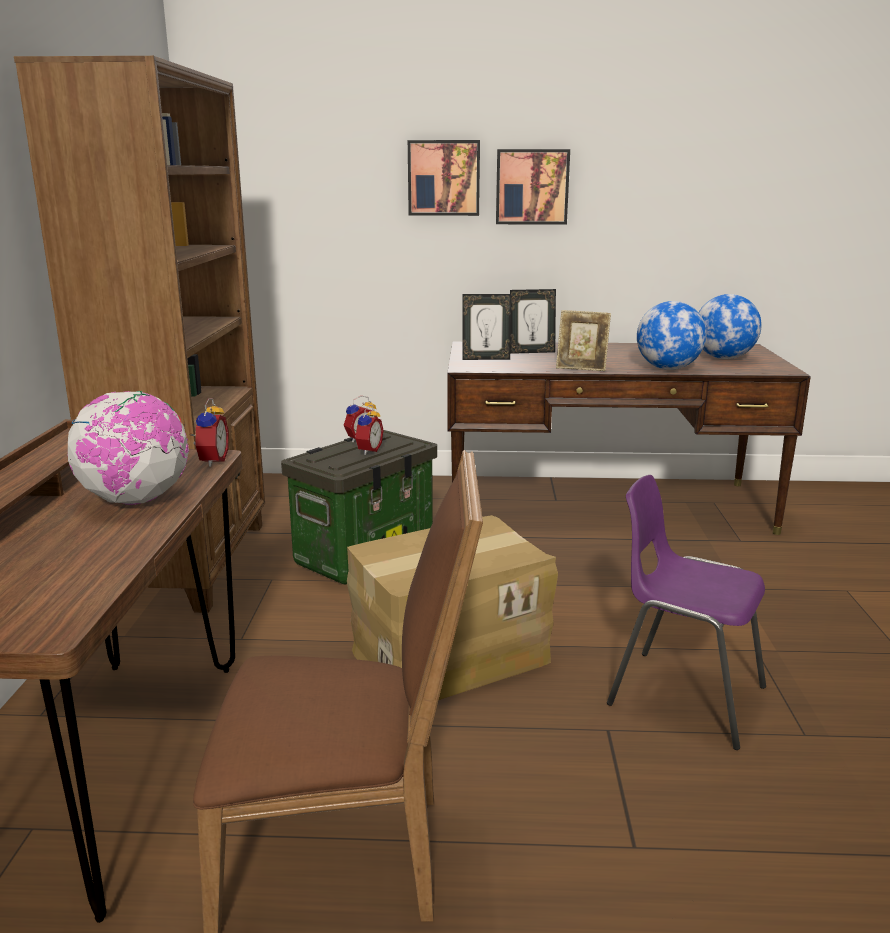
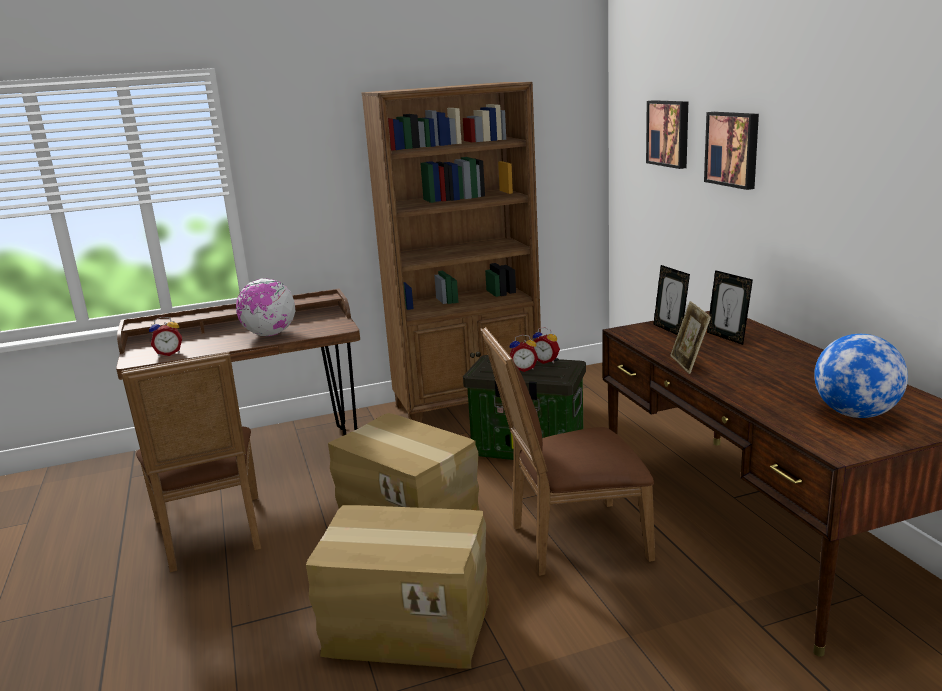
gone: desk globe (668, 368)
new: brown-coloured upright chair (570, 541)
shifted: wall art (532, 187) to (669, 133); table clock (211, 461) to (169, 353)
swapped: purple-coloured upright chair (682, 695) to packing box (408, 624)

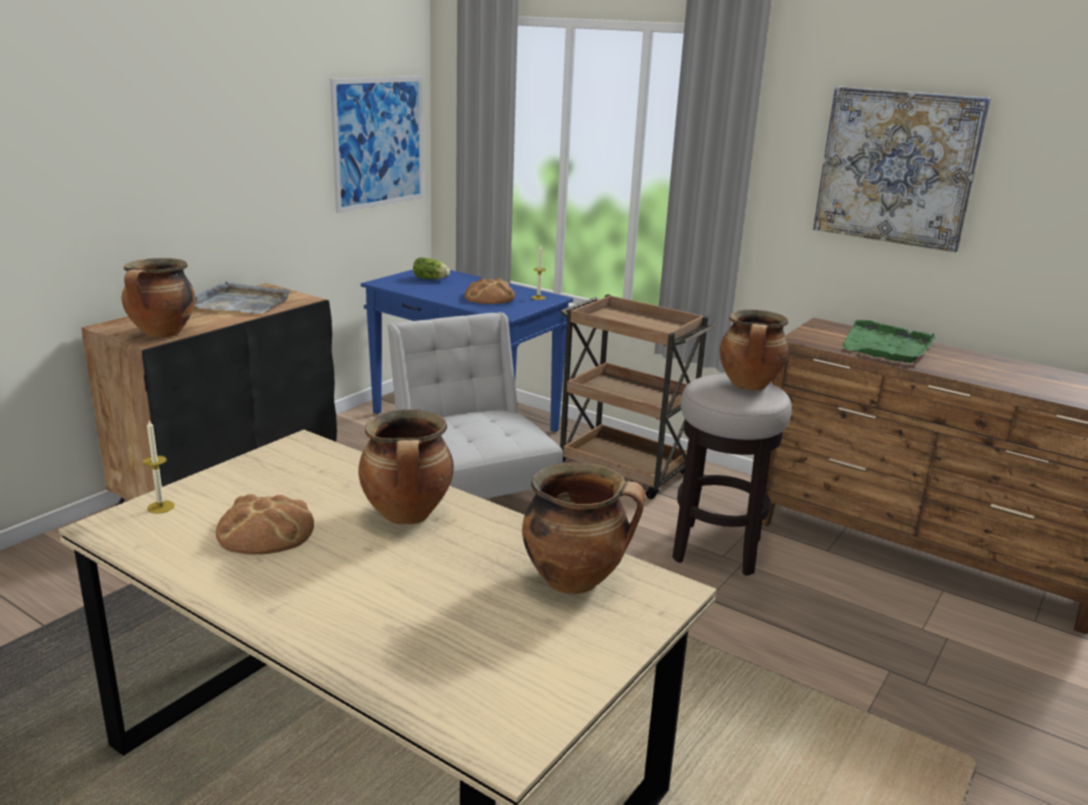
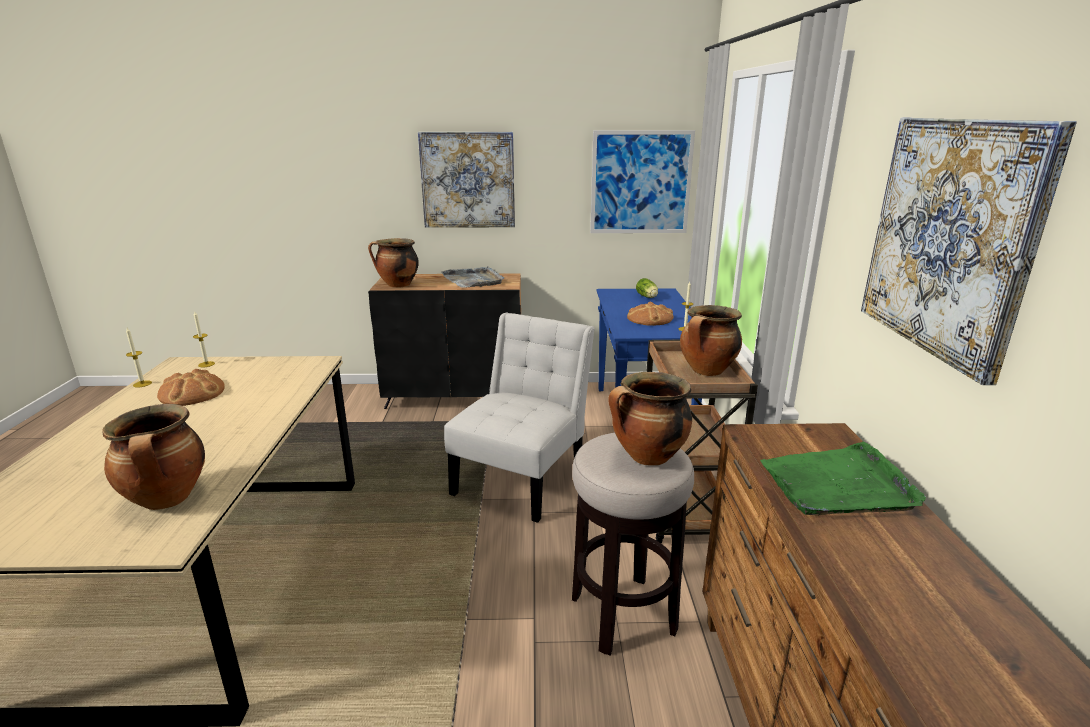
new: wall art (468, 180); wax candle (142, 384)
shifted: cooking pot (408, 516) to (707, 371)

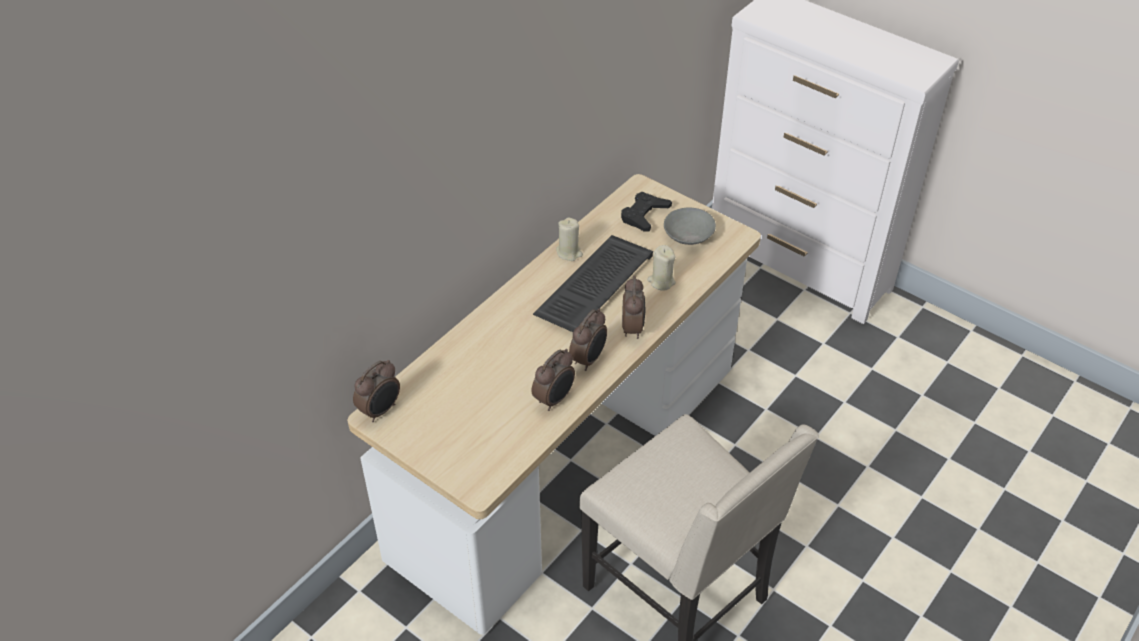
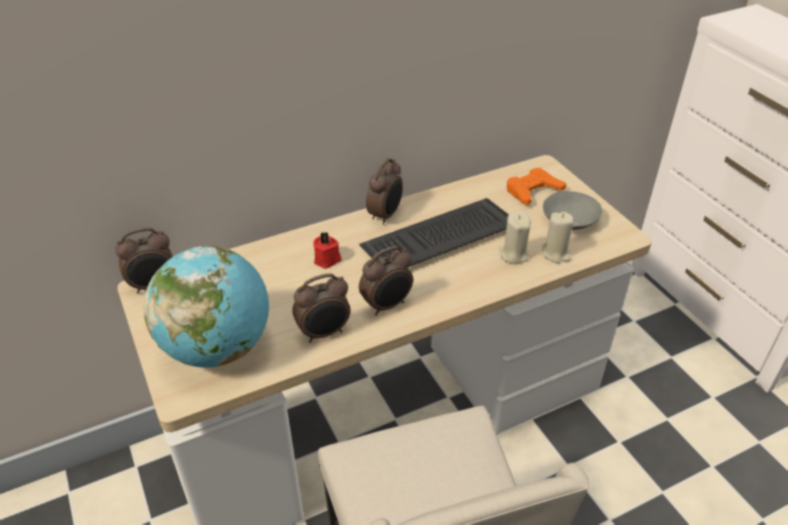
new: reddish wax candle (328, 260); desk globe (218, 348)
shifted: sand-coloured wax candle (569, 252) to (556, 253); table clock (633, 328) to (386, 215)
repainted: blackish joypad (644, 215) to orange-coloured joypad (533, 191)

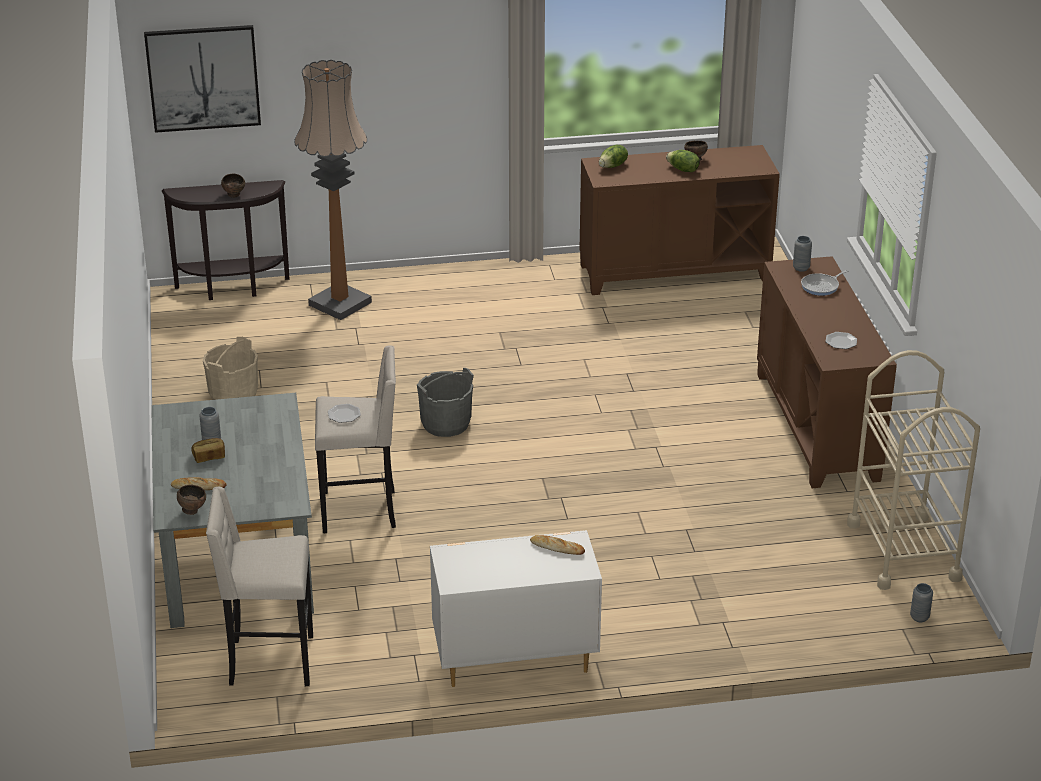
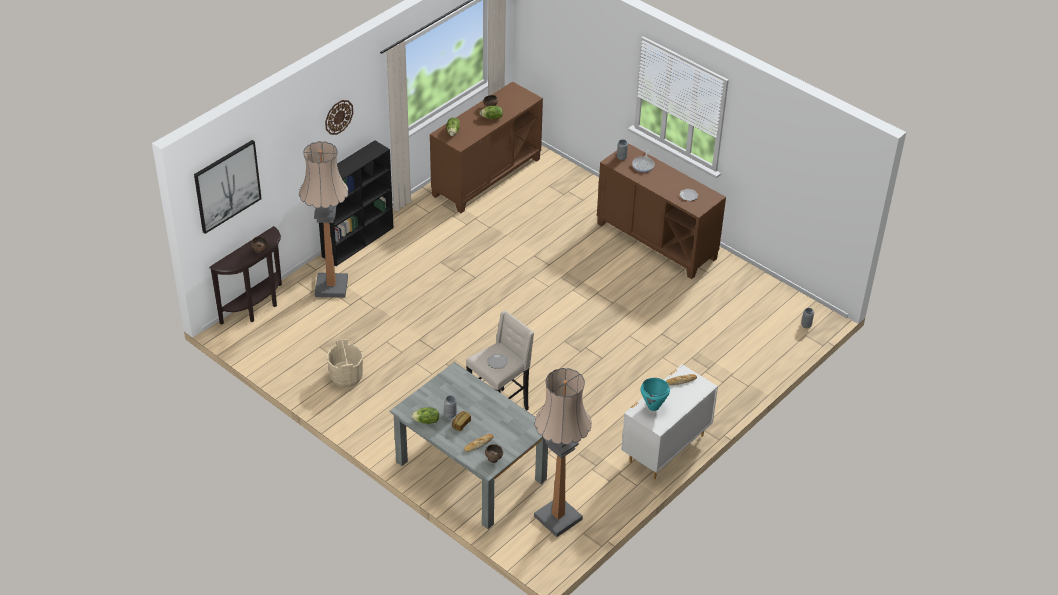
gone: sand-coloured trolley (903, 551); gray bucket (446, 424)
new: wall clock (338, 117); blackish bookcase (358, 241); turquoise-coloured cooking pot (653, 407); lettuce (426, 421)
swapped: sand-coloured sitting stool (269, 662) to standing lamp (558, 518)

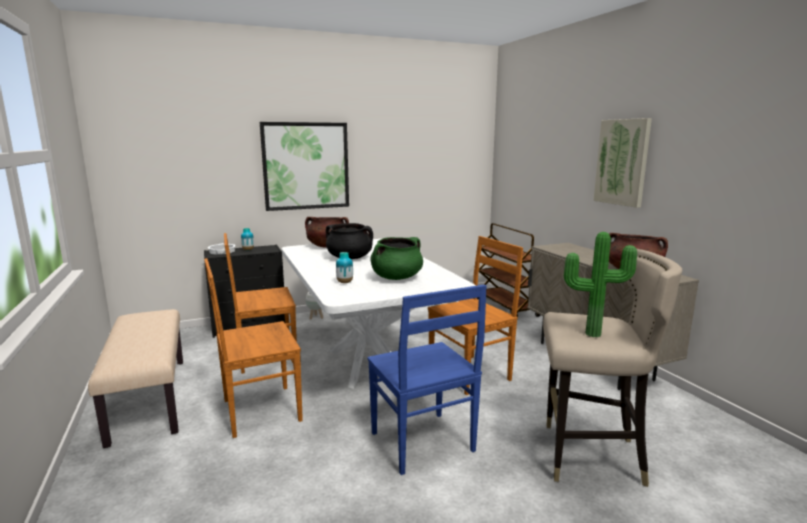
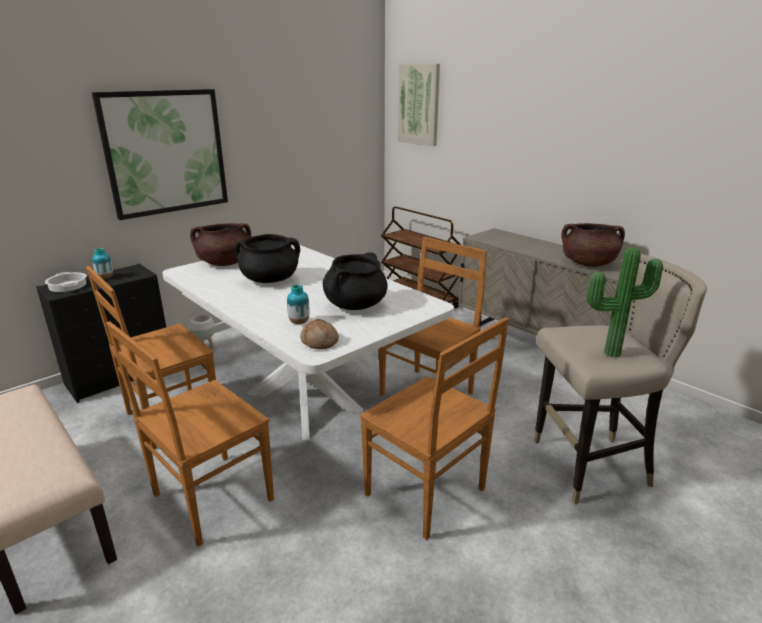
new: baked bread (320, 341)
shifted: wall art (622, 162) to (419, 104)
repainted: green cooking pot (397, 277) to blackish cooking pot (355, 305); bluish upright chair (423, 443) to brown-coloured upright chair (427, 494)

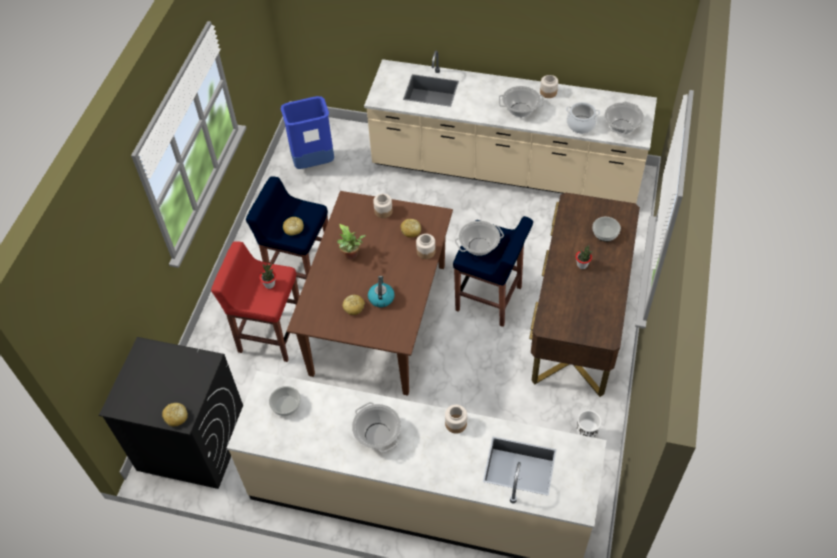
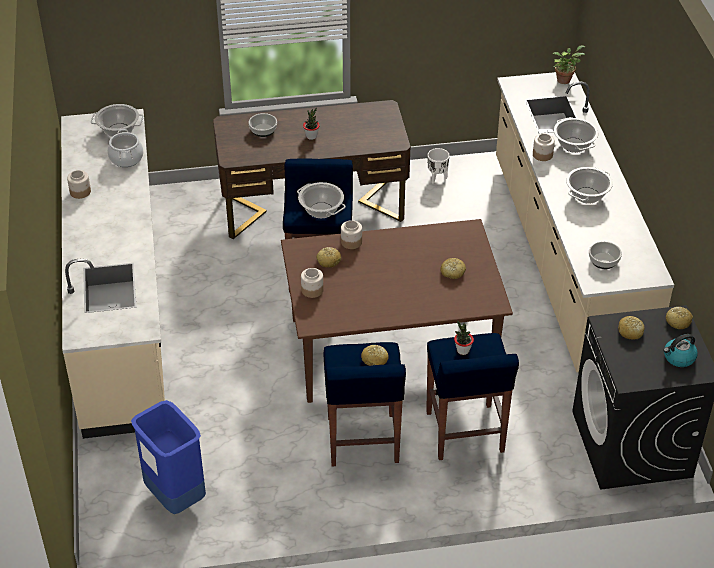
new: baked bread (630, 332)
shifted: cooking pot (520, 110) to (574, 145); potted plant (351, 255) to (564, 79); kettle (381, 298) to (678, 358)
repainted: reddish sitting stool (270, 334) to bluish sitting stool (464, 433)

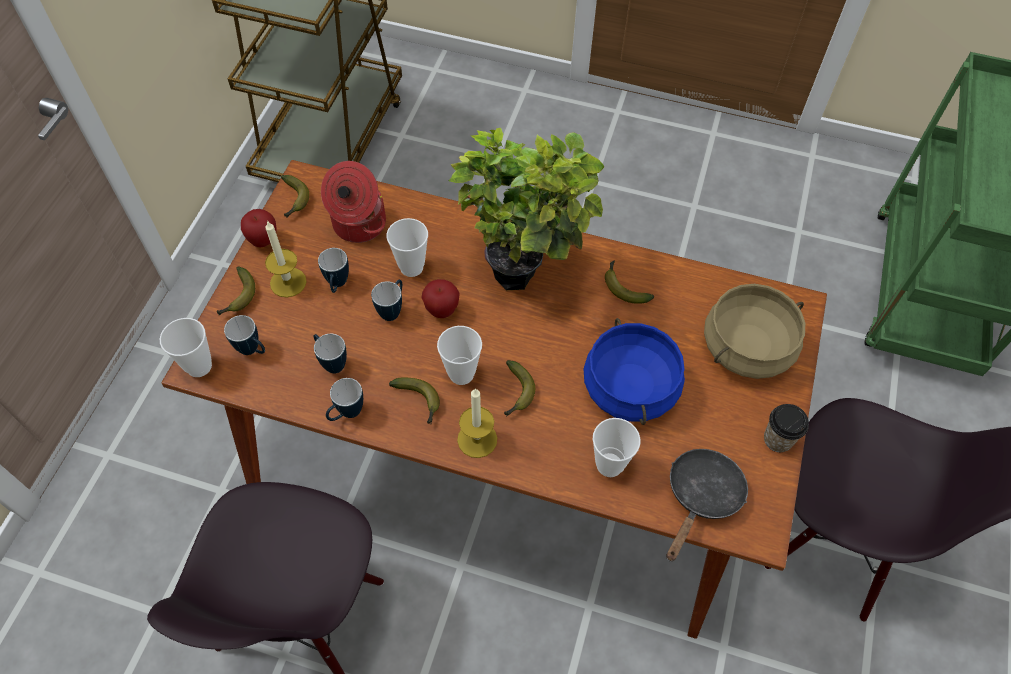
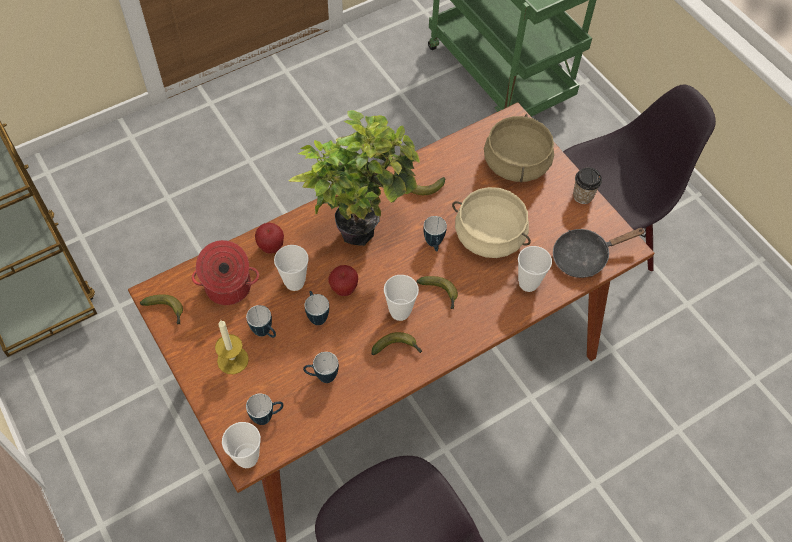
gone: banana fruit (238, 297); wax candle (477, 439)
shifted: apple fruit (263, 240) to (271, 247); mug (346, 414) to (434, 245)
repainted: bluish cooking pot (629, 387) to sand-coloured cooking pot (489, 236)
rotated: blackish frying pan (701, 497) = (585, 256) 90 degrees counterclockwise

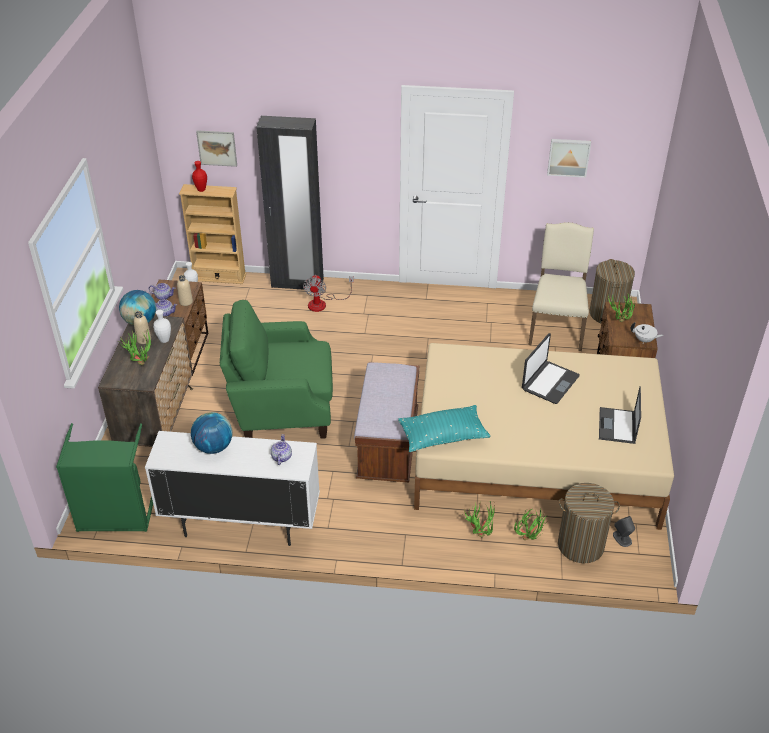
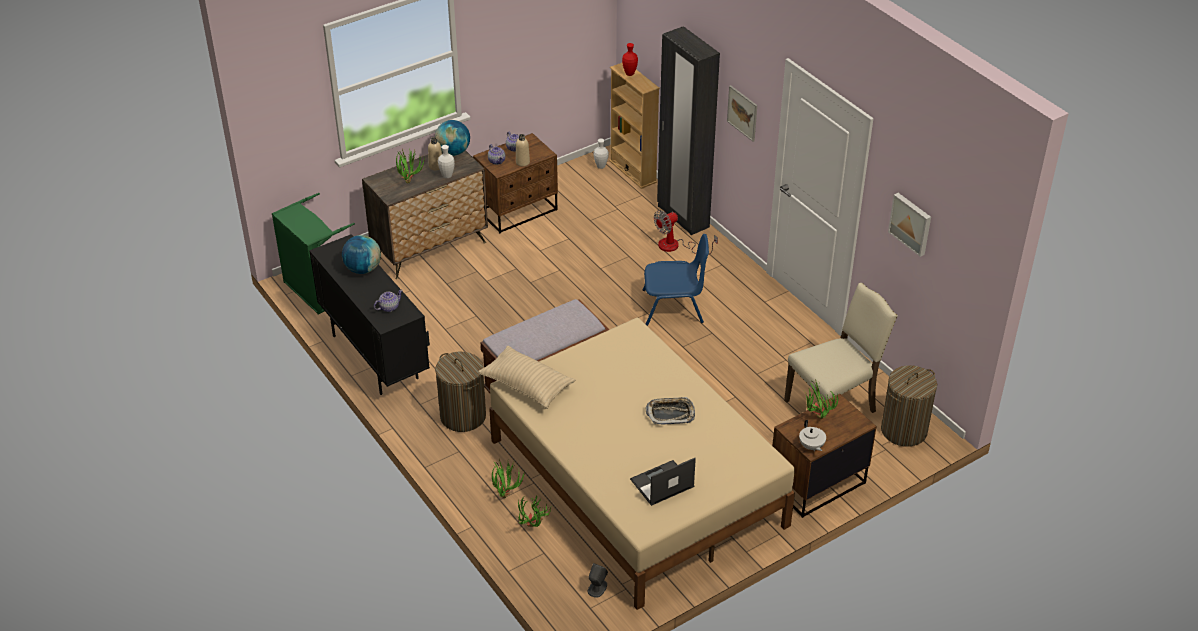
gone: green lounge chair (282, 408)
new: bluish upright chair (674, 307)
shifted: wall art (217, 148) to (742, 113); washing basket (580, 545) to (463, 416)
swapped: laptop (549, 382) to tray (670, 413)
repainted: turquoise-coloured cushion (443, 436) to sand-coloured cushion (527, 386); whitish storage cabinet (241, 524) to blackish storage cabinet (374, 357)

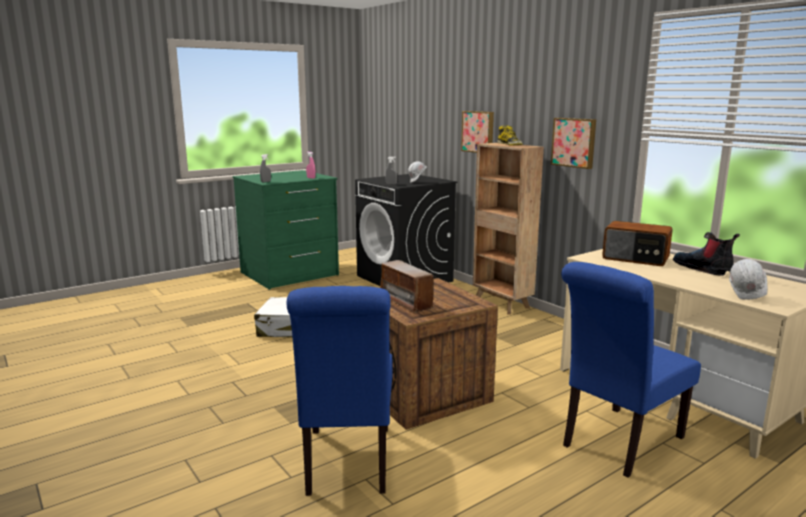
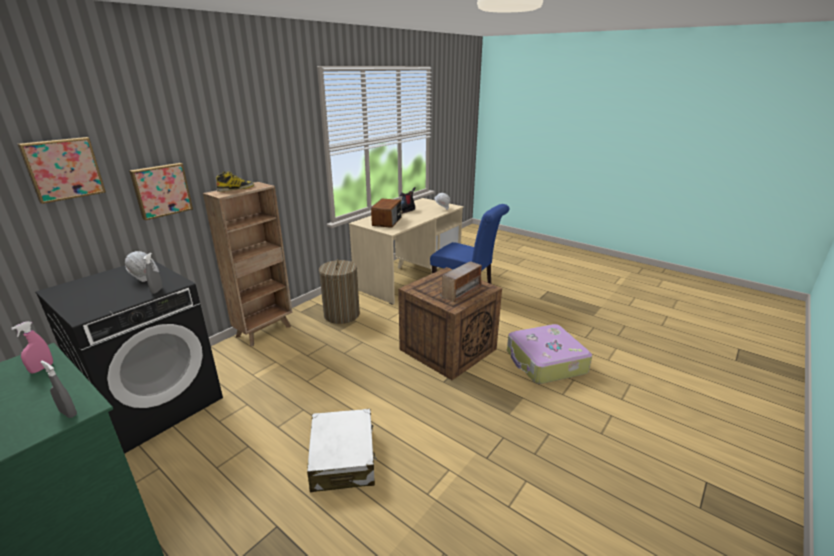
new: washing basket (342, 314)
shifted: wall art (574, 142) to (63, 169)
swapped: bluish upright chair (347, 464) to piece of luggage (545, 362)

